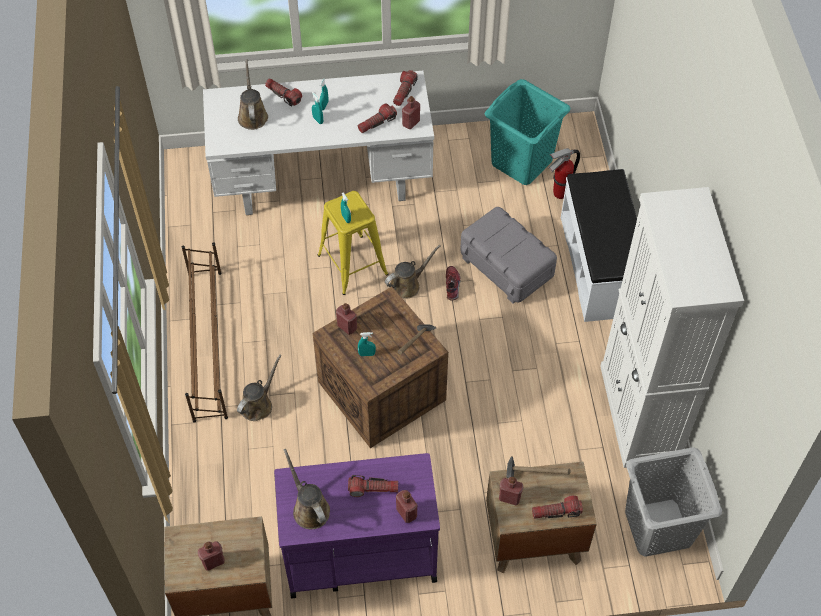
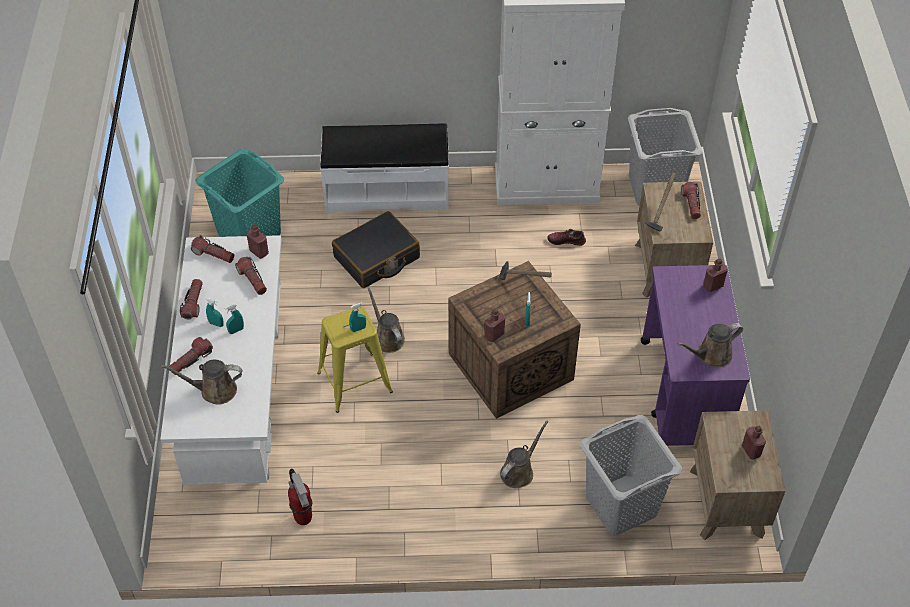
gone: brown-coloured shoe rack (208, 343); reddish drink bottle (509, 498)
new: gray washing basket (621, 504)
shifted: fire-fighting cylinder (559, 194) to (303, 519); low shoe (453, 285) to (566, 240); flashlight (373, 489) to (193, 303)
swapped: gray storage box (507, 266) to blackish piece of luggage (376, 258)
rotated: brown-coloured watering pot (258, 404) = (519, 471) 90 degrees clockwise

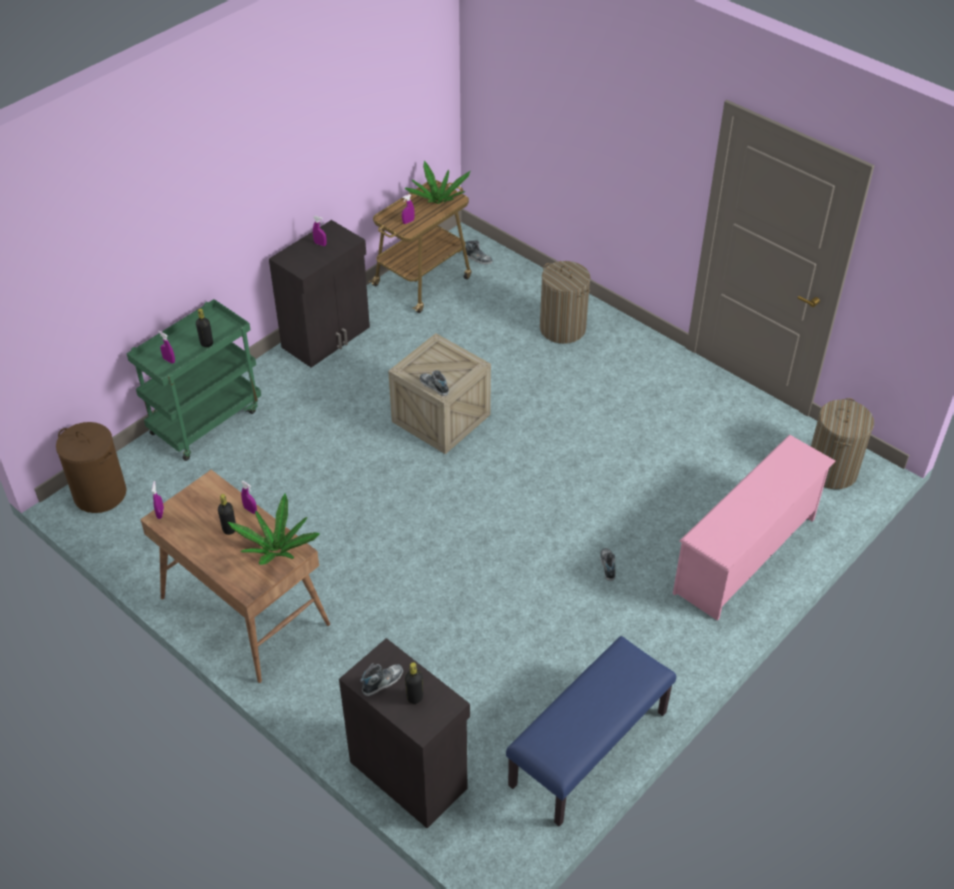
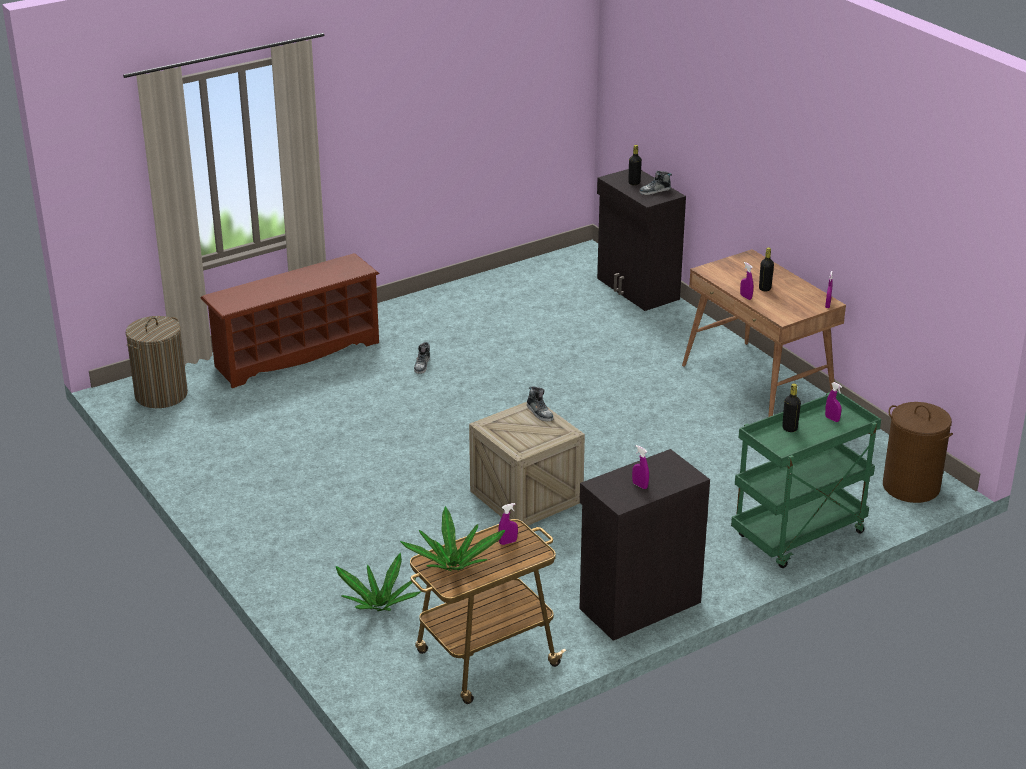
gone: low shoe (478, 258); washing basket (562, 328); bluish indoor bench (589, 750)
shifted: potted plant (277, 549) to (379, 606)
repainted: pink-coloured shoe rack (746, 556) to brown-coloured shoe rack (296, 354)

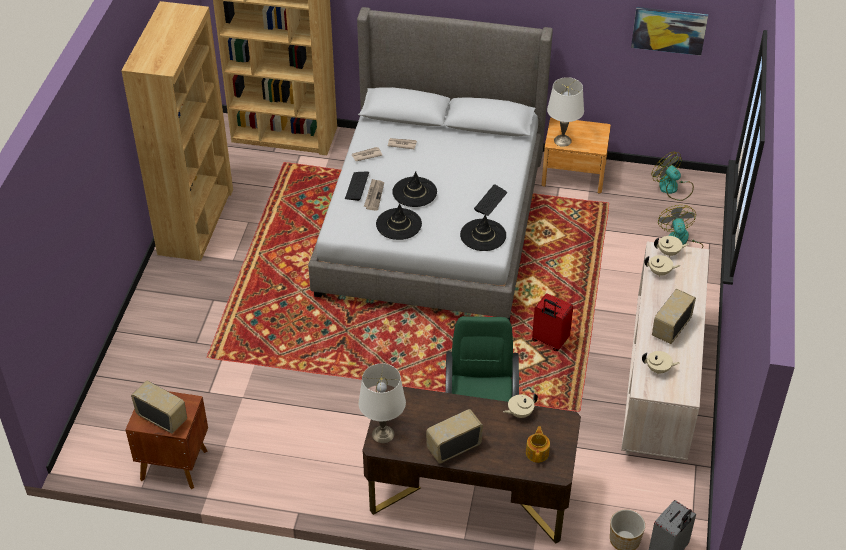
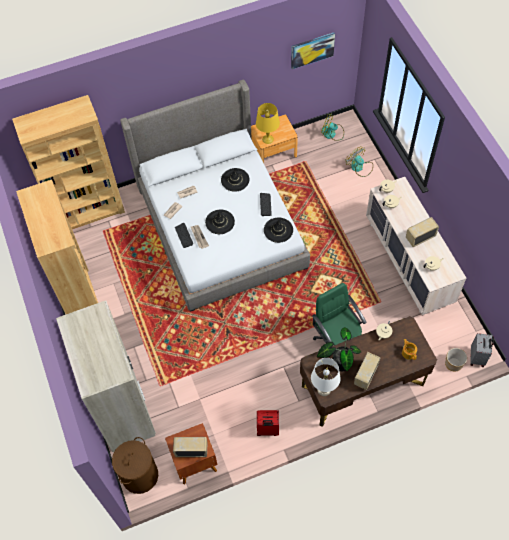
new: sand-coloured wardrobe (122, 407); potted plant (339, 361); brown-coloured washing basket (139, 475)
shifted: blackish clothing hat (398, 224) to (235, 180); reddish piece of luggage (549, 341) to (267, 430)
repainted: whitish tabletop lamp (563, 141) to yellow tabletop lamp (268, 139)
rotated: radio receiver (670, 328) = (420, 237) 60 degrees clockwise

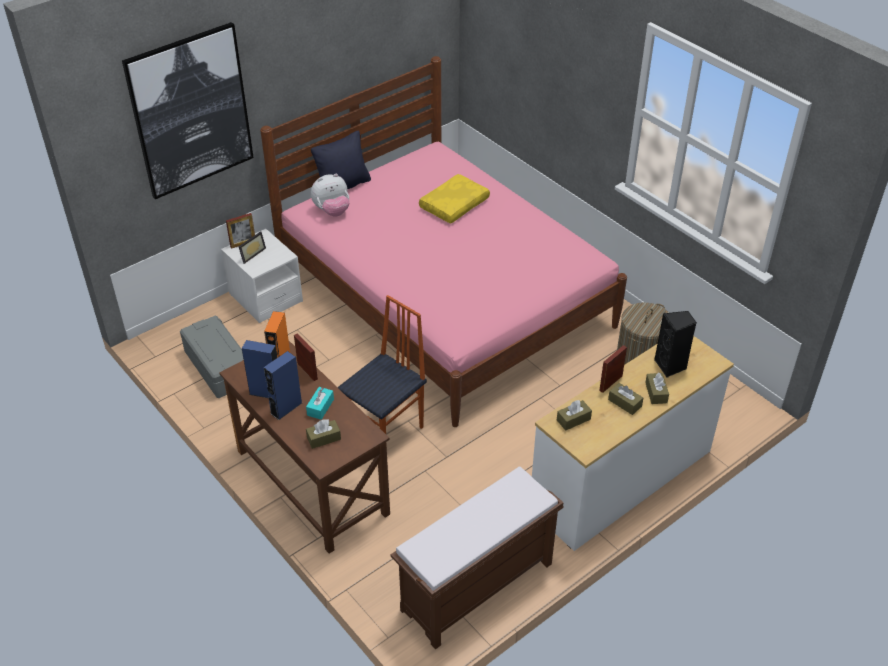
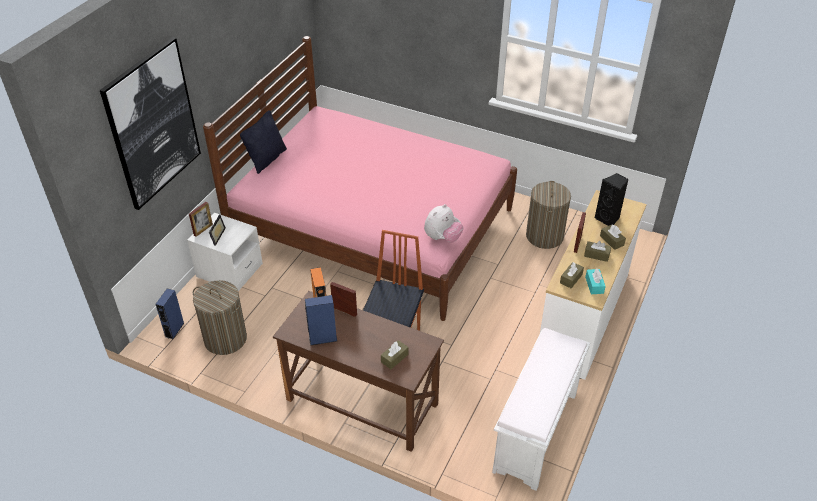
gone: yellow cushion (454, 204)
shifted: plush toy (332, 211) to (442, 238); bluish loudspeaker (286, 408) to (174, 330); turquoise-coloured tissue holder (320, 407) to (594, 285)
swapped: gray storage box (218, 367) to washing basket (225, 339)
repainted: brown-coloured indoor bench (476, 588) to whitish indoor bench (535, 433)

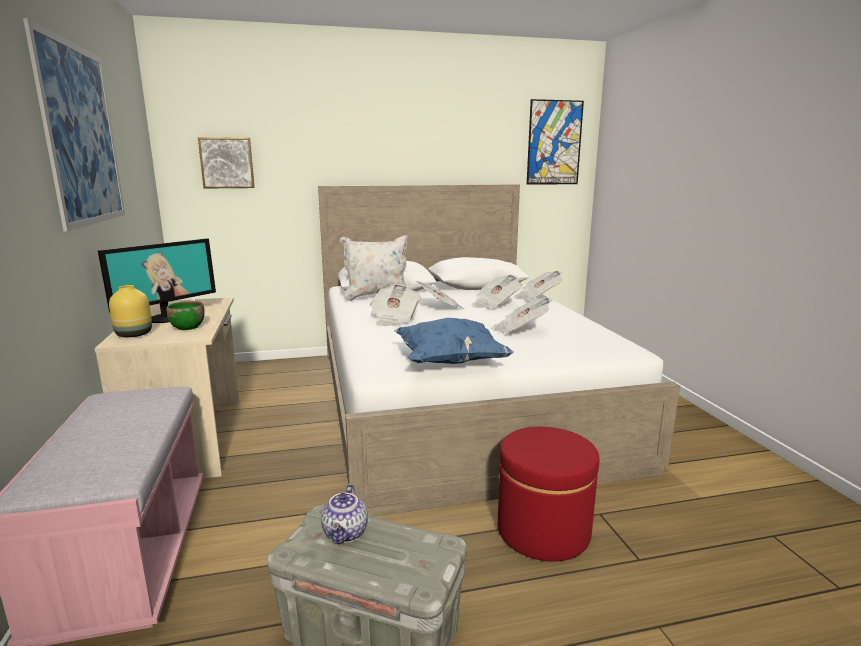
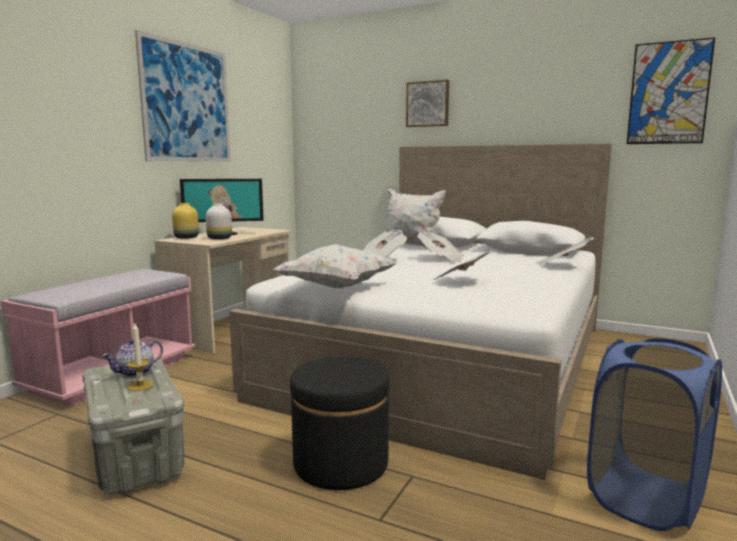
gone: printed paper (495, 304)
new: wax candle (140, 386); bluish washing basket (645, 498)
shifted: wall art (227, 163) to (428, 104)
swapped: green deep dish (188, 327) to whitish vase (219, 238)
repainted: bluish cushion (449, 362) to whitish cushion (336, 287); reddish pouffe (543, 531) to blackish pouffe (340, 463)

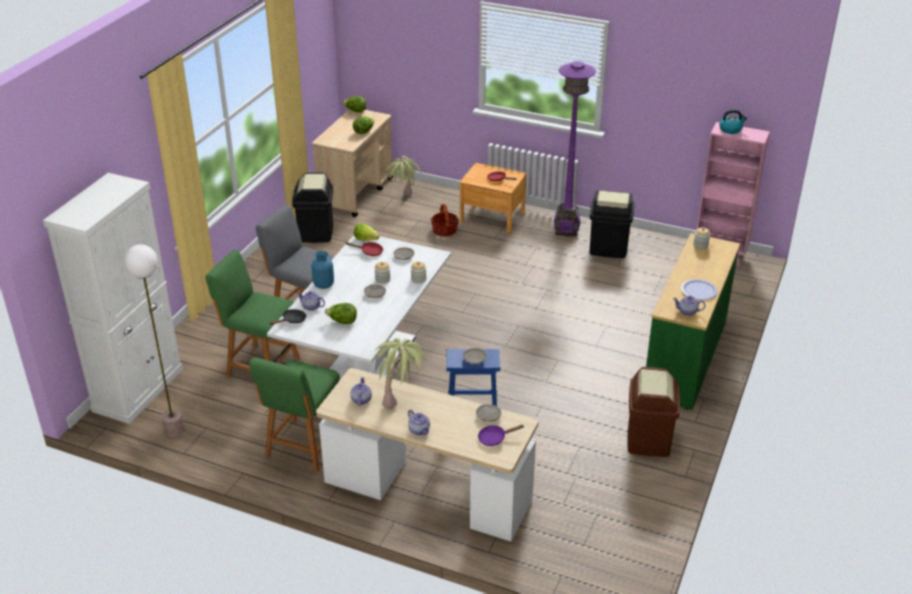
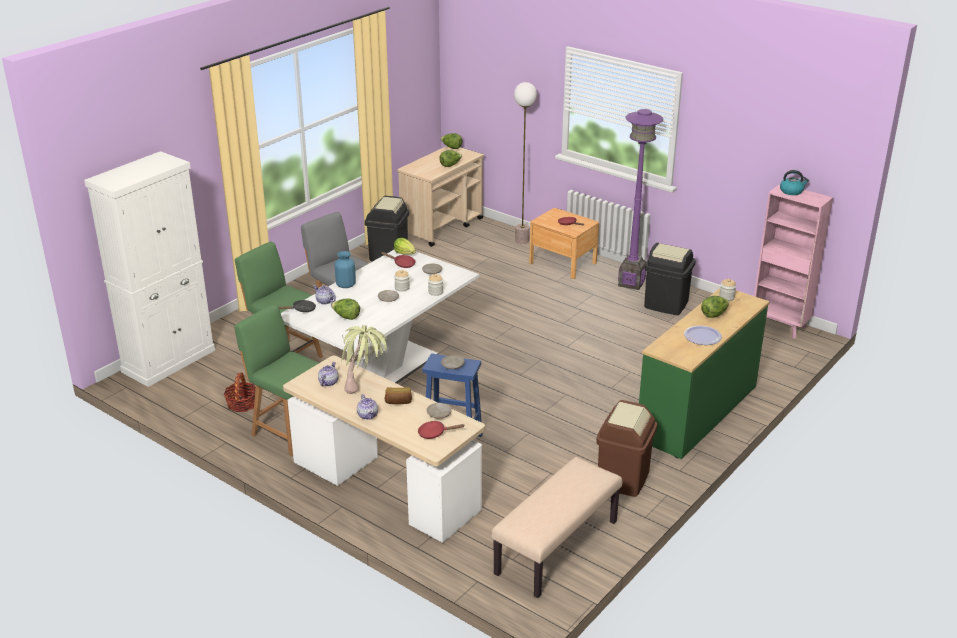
gone: potted plant (403, 200); teapot (687, 312)
new: lettuce (714, 314); baked bread (398, 402); sand-coloured indoor bench (557, 548)
shifted: basket (444, 230) to (242, 404); standing lamp (174, 430) to (521, 240)
repainted: purple-coloured frying pan (494, 438) to reddish frying pan (434, 433)
rotated: green upright chair (303, 448) = (289, 431) 90 degrees clockwise

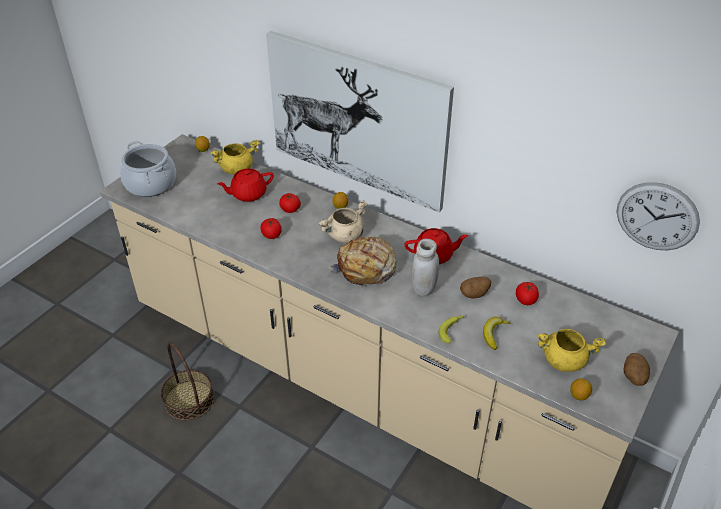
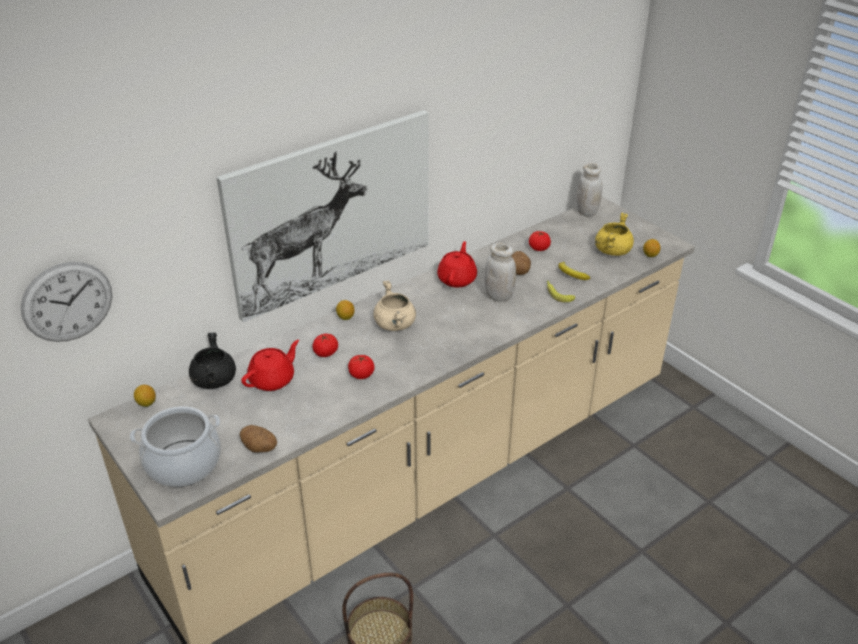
gone: baked bread (366, 269)
new: whitish jar (586, 212)
shifted: wall clock (657, 216) to (67, 302); whole potato (634, 377) to (260, 448)
repainted: yellow cooking pot (237, 168) to blackish cooking pot (213, 380)
rotated: reddish teapot (248, 194) = (273, 380) 135 degrees counterclockwise

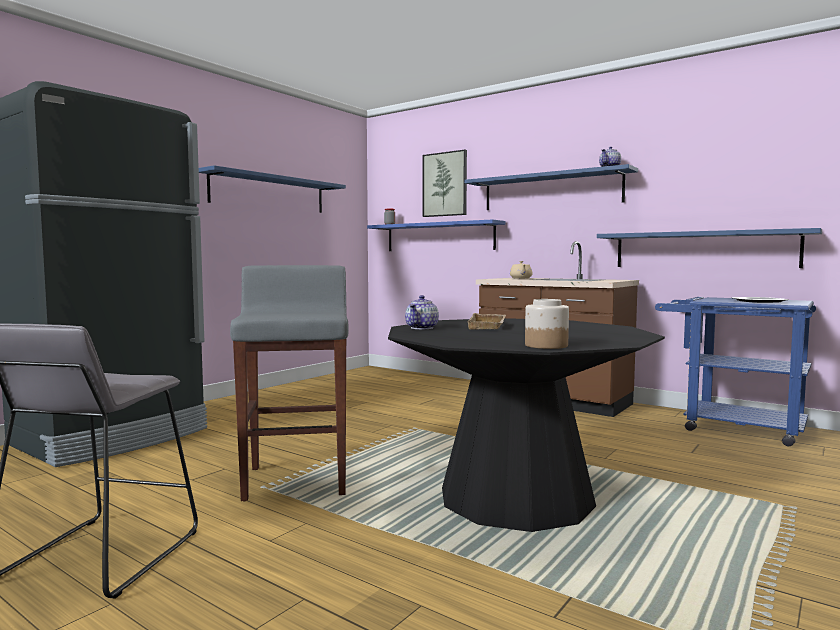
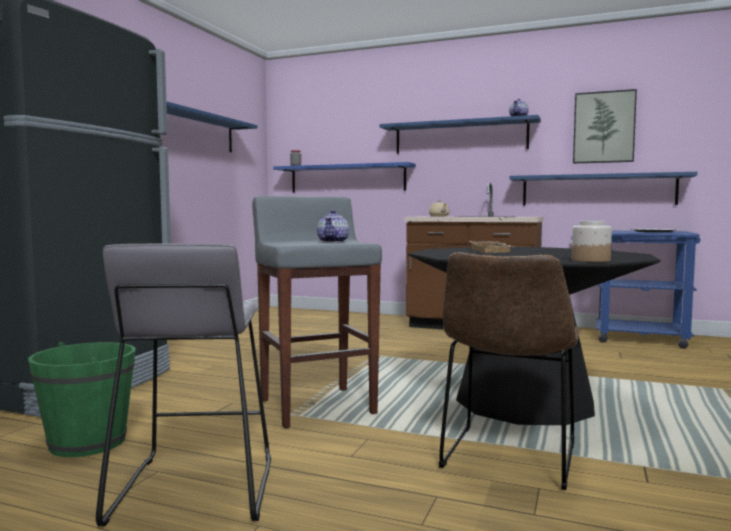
new: brown-coloured upright chair (508, 459); green bucket (88, 442)
shifted: wall art (445, 184) to (604, 127); teapot (422, 328) to (333, 241)

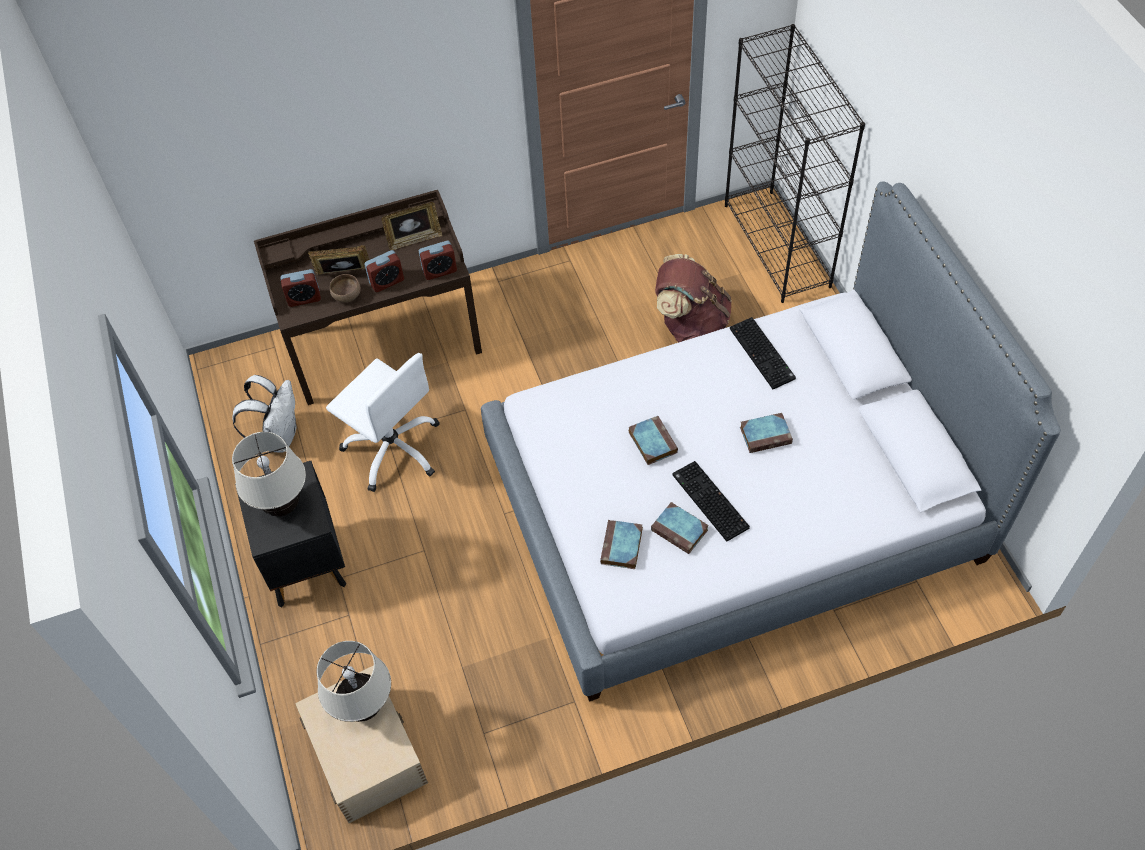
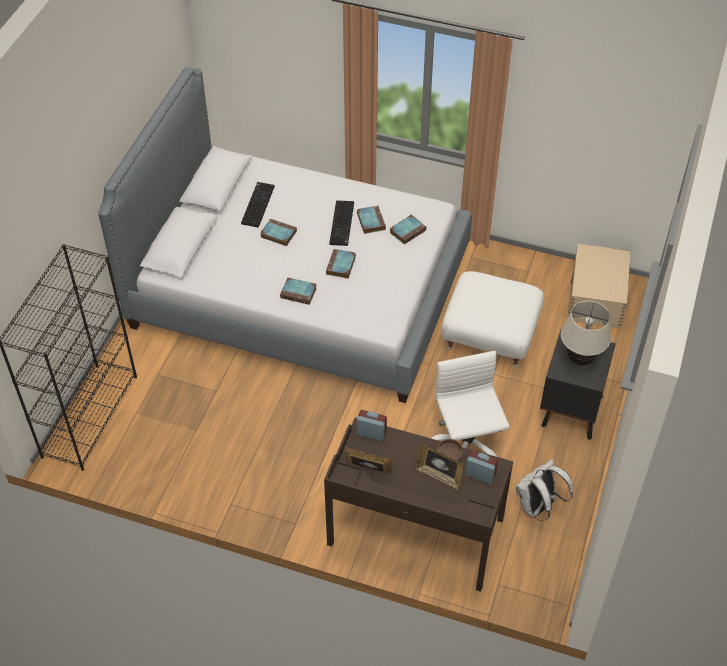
gone: table clock (387, 282); brown-coloured rucksack (690, 325); sand-coloured tabletop lamp (364, 708)
new: whitish pouffe (489, 337); bound book (299, 293)
shifted: computer keyboard (763, 354) to (257, 204)

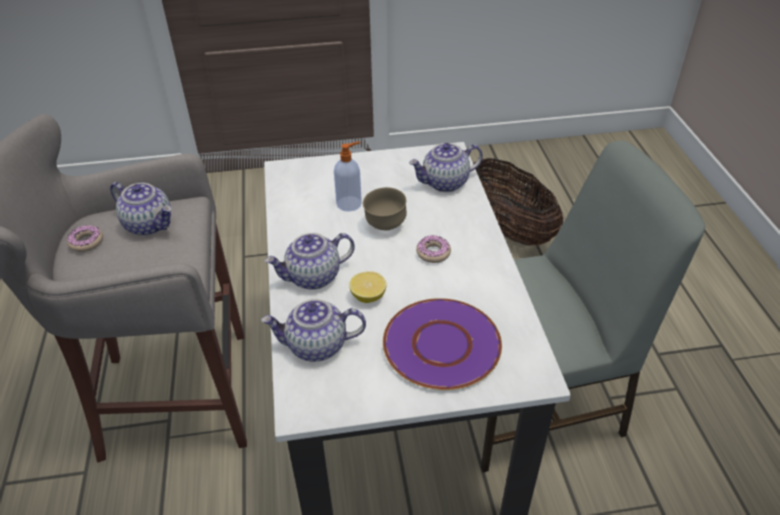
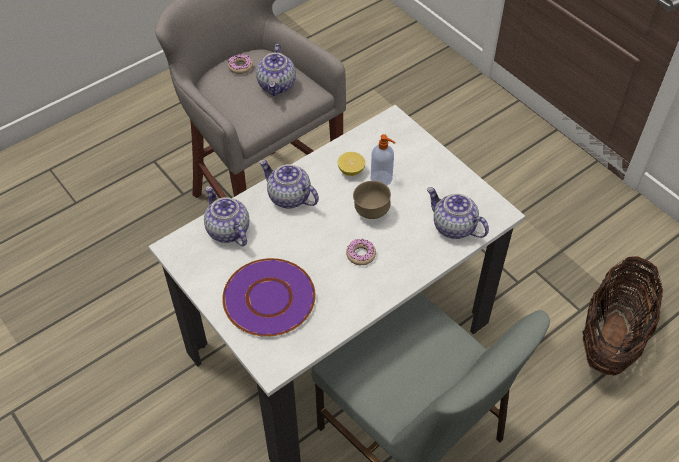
shifted: lemon (368, 296) to (351, 170)

